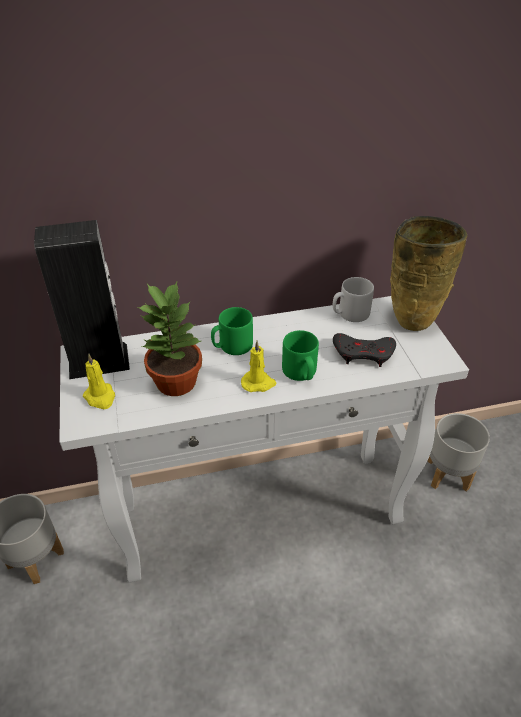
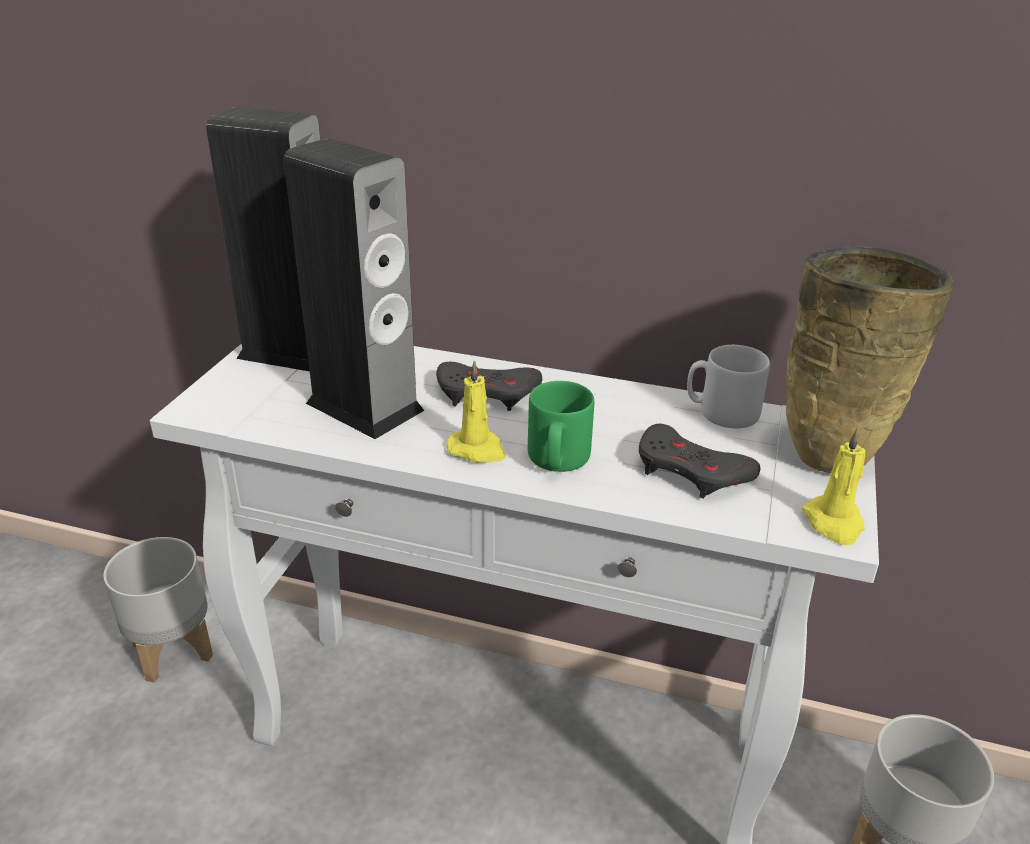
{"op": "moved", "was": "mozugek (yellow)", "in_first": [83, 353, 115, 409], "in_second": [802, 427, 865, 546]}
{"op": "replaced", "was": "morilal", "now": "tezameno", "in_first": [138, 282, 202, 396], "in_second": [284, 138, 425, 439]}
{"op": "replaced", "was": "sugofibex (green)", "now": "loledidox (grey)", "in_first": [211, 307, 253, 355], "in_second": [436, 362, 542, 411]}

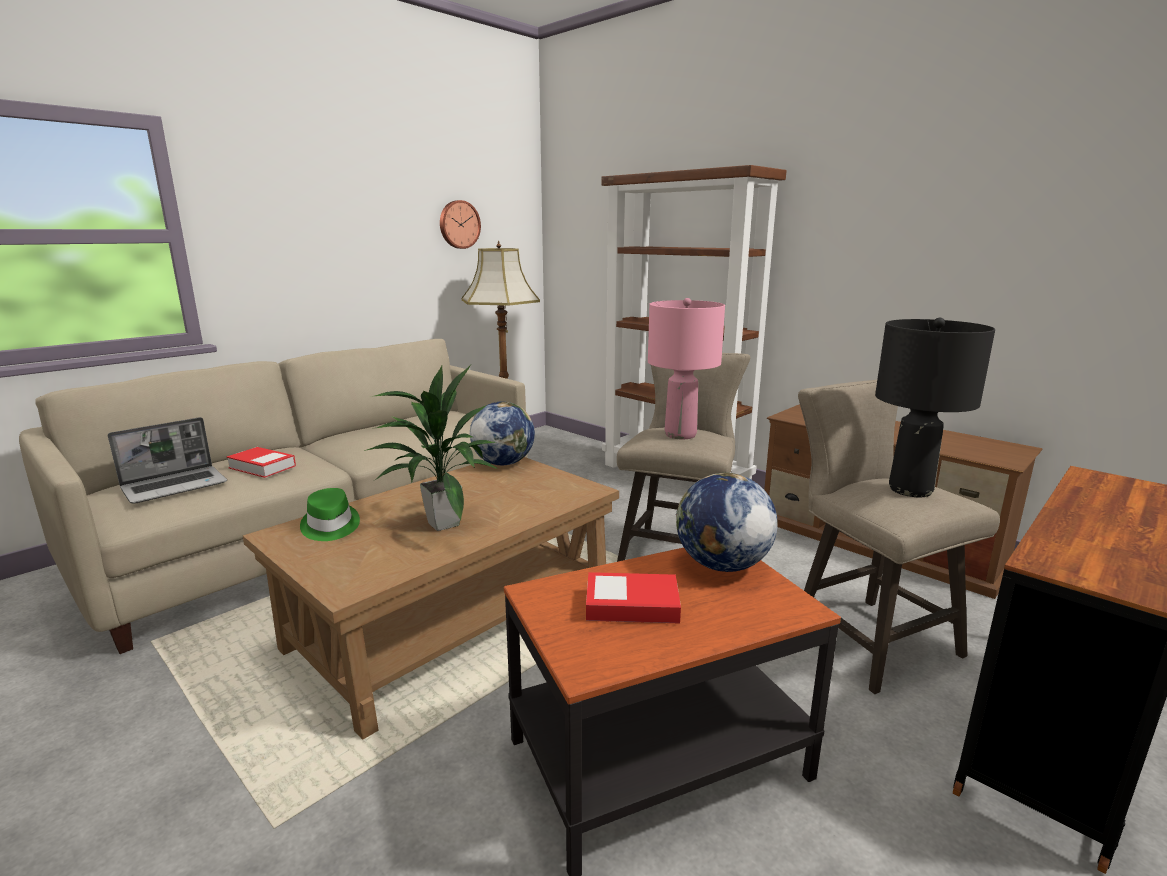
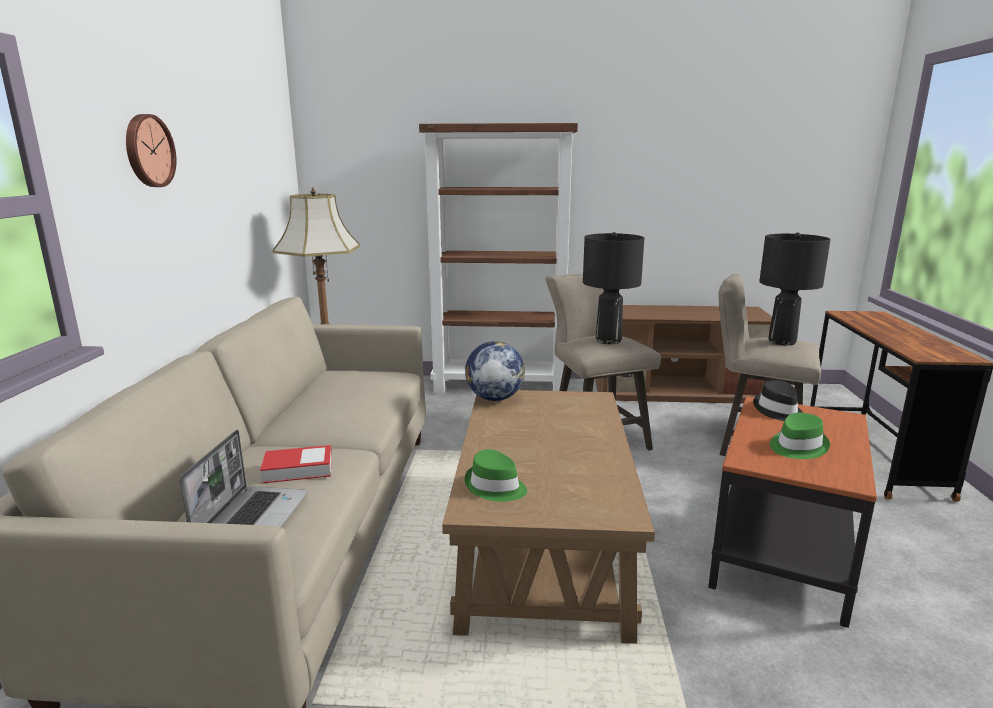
{"op": "removed", "was": "morilal", "in_first": [364, 365, 498, 531]}
{"op": "moved", "was": "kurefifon", "in_first": [440, 200, 481, 249], "in_second": [126, 114, 177, 187]}
{"op": "replaced", "was": "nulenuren", "now": "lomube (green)", "in_first": [586, 572, 681, 623], "in_second": [770, 413, 830, 459]}
{"op": "replaced", "was": "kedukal", "now": "lomube (black)", "in_first": [675, 473, 778, 572], "in_second": [753, 380, 803, 421]}
{"op": "recoloured", "was": "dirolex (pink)", "now": "dirolex (black)", "in_first": [648, 298, 725, 439], "in_second": [583, 232, 644, 344]}

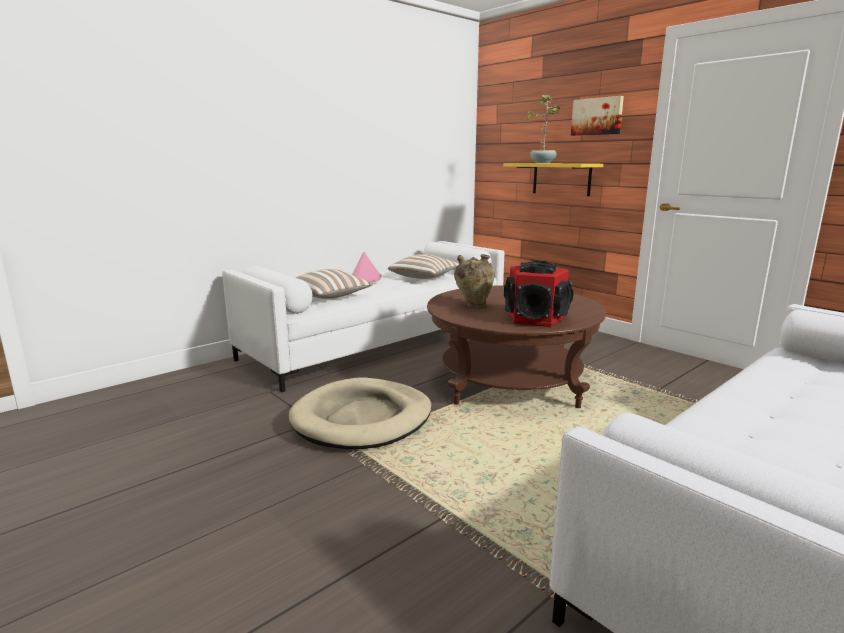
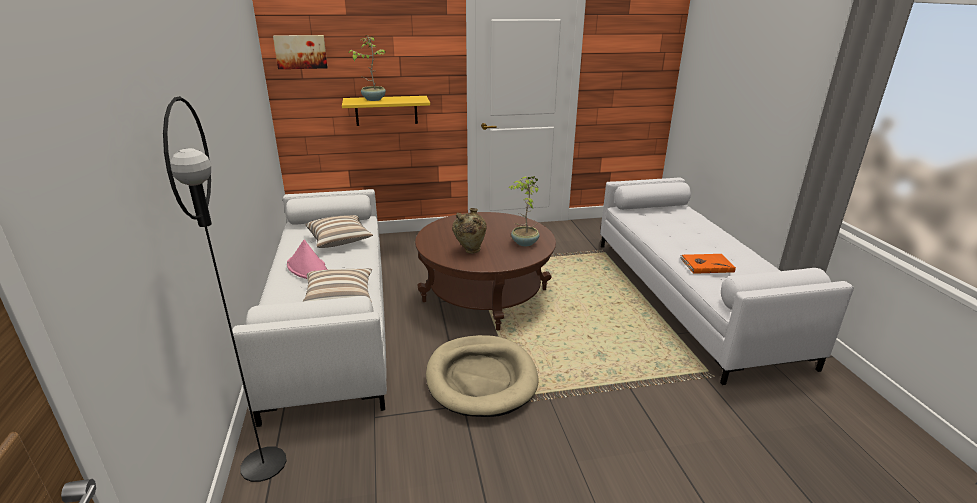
{"op": "added", "now": "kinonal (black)", "in_second": [163, 96, 287, 482]}
{"op": "added", "now": "nulenuren (orange)", "in_second": [680, 254, 736, 274]}
{"op": "moved", "was": "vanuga", "in_first": [571, 96, 624, 136], "in_second": [273, 35, 328, 69]}
{"op": "replaced", "was": "tezameno", "now": "morilal", "in_first": [504, 261, 573, 327], "in_second": [508, 176, 539, 246]}

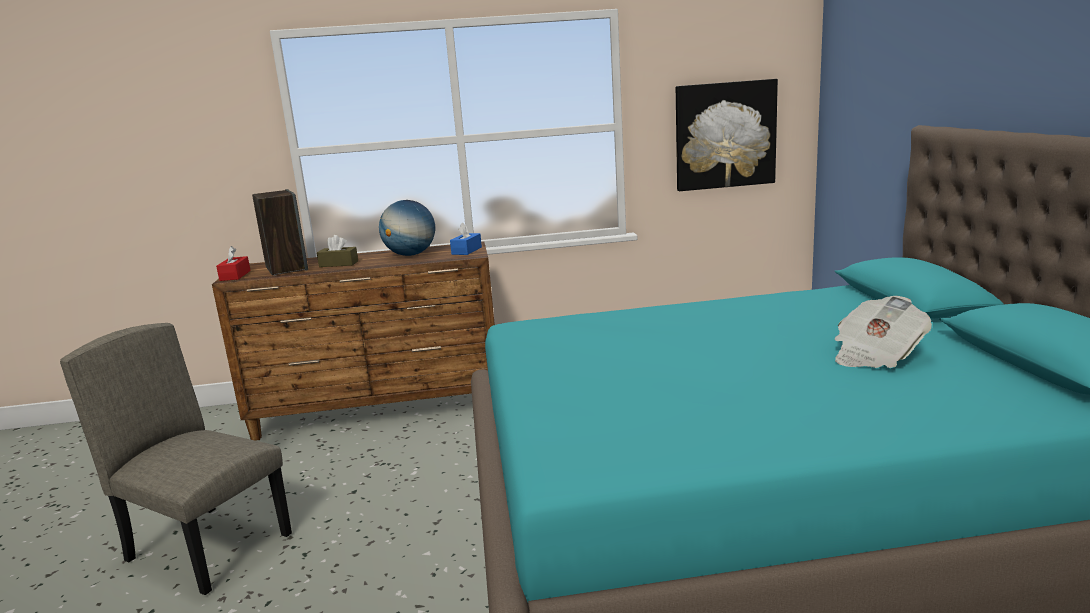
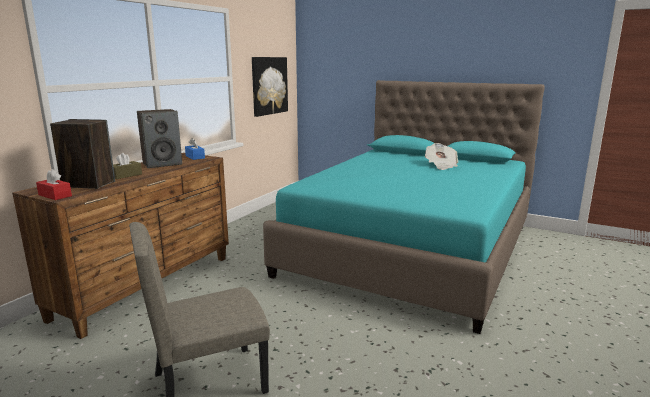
{"op": "replaced", "was": "kedukal", "now": "tezameno", "in_first": [379, 200, 435, 256], "in_second": [137, 109, 182, 168]}

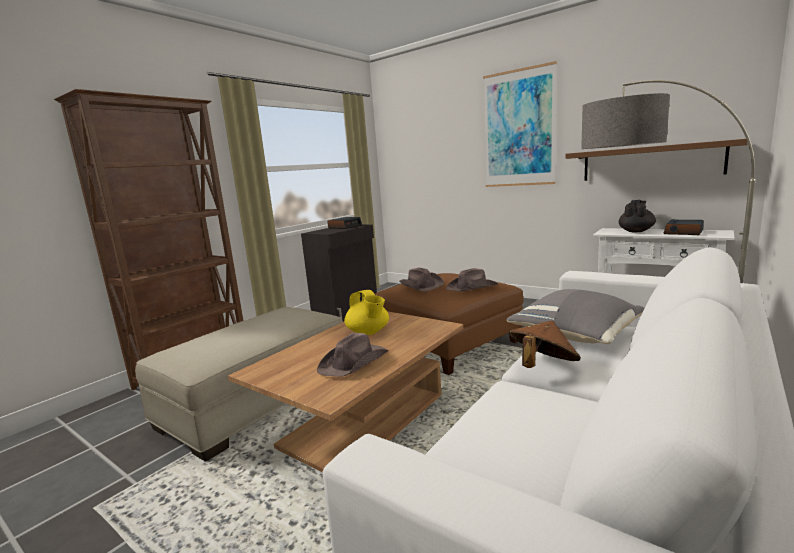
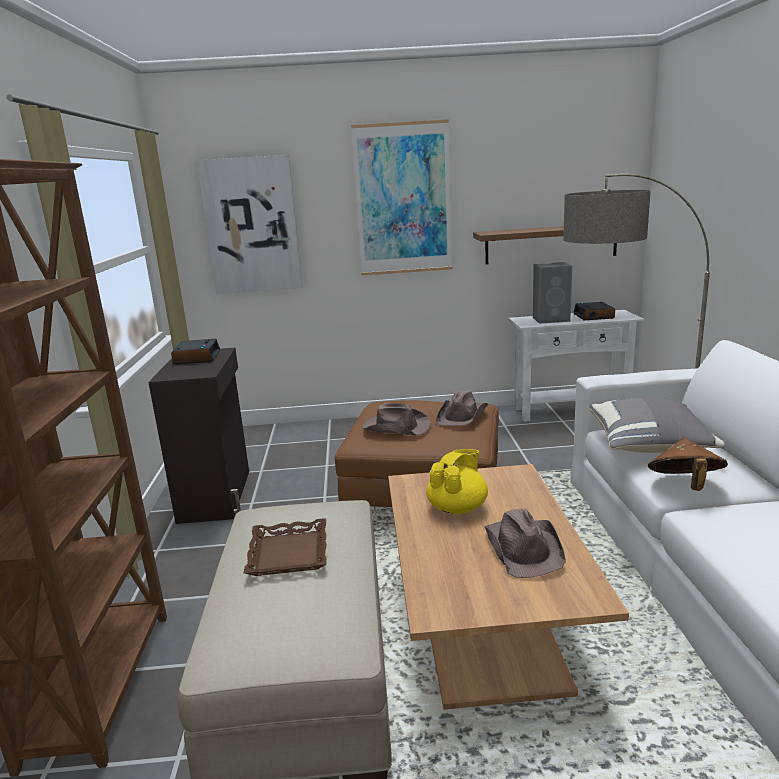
{"op": "added", "now": "vanuga", "in_second": [196, 155, 302, 294]}
{"op": "added", "now": "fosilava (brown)", "in_second": [244, 518, 327, 576]}
{"op": "replaced", "was": "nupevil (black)", "now": "tezameno (grey)", "in_first": [619, 200, 656, 232], "in_second": [533, 262, 572, 324]}
{"op": "turned", "was": "nupevil (yellow)", "in_first": [344, 290, 389, 335], "in_second": [426, 449, 488, 515], "clockwise": -75}

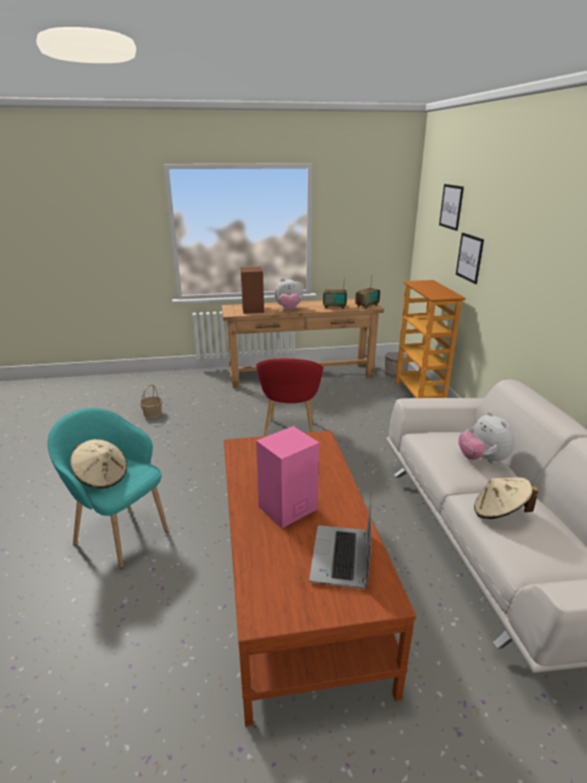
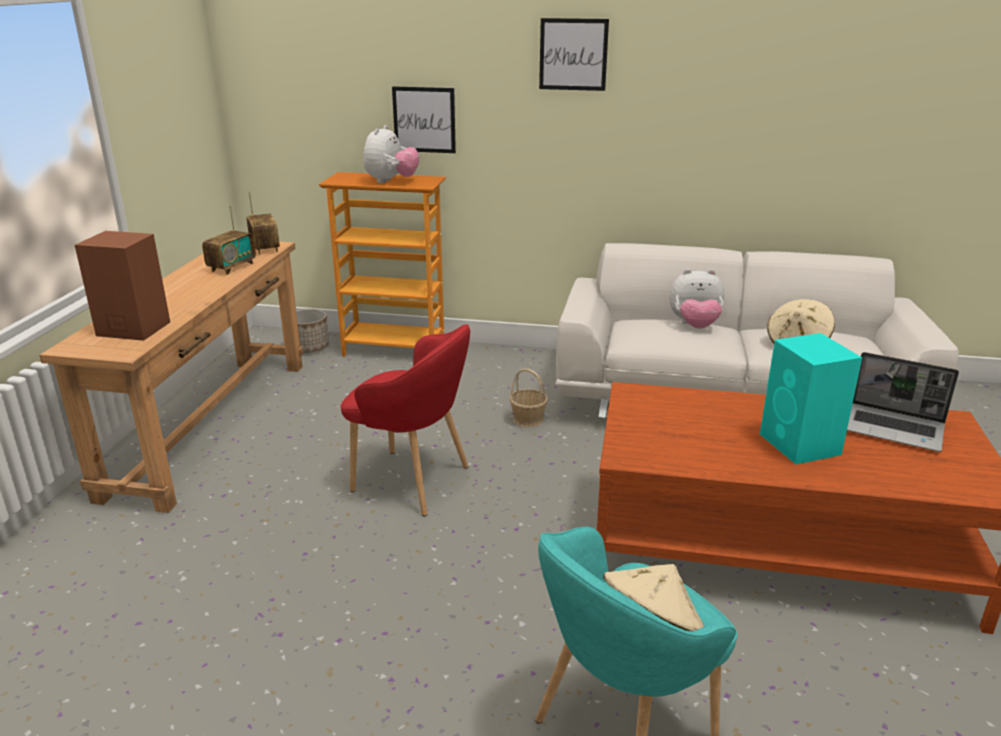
{"op": "moved", "was": "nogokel", "in_first": [140, 384, 162, 419], "in_second": [509, 369, 548, 428]}
{"op": "moved", "was": "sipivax", "in_first": [275, 278, 303, 309], "in_second": [363, 125, 419, 184]}
{"op": "moved", "was": "vanuga", "in_first": [439, 184, 464, 231], "in_second": [539, 18, 609, 91]}
{"op": "recoloured", "was": "tezameno (pink)", "now": "tezameno (turquoise)", "in_first": [256, 426, 319, 528], "in_second": [760, 333, 862, 464]}

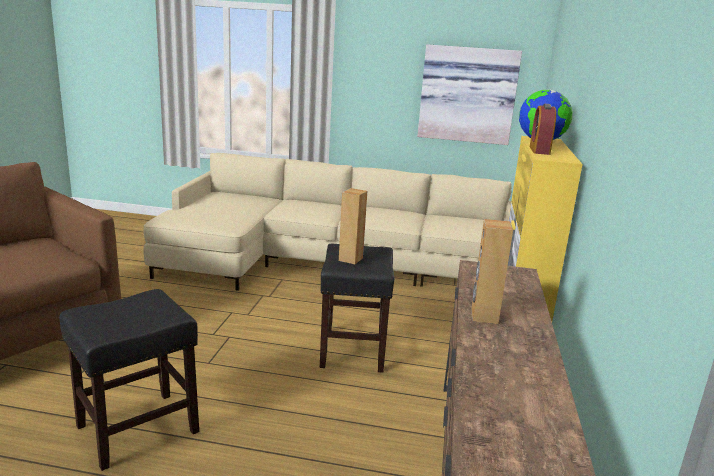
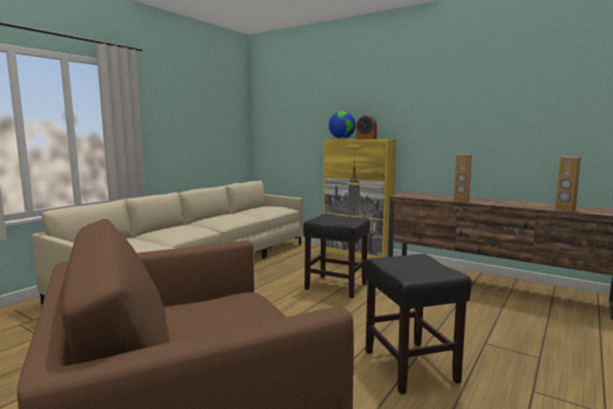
{"op": "removed", "was": "vanuga", "in_first": [417, 44, 522, 145]}
{"op": "moved", "was": "tezameno (brown)", "in_first": [339, 188, 367, 265], "in_second": [555, 157, 581, 211]}

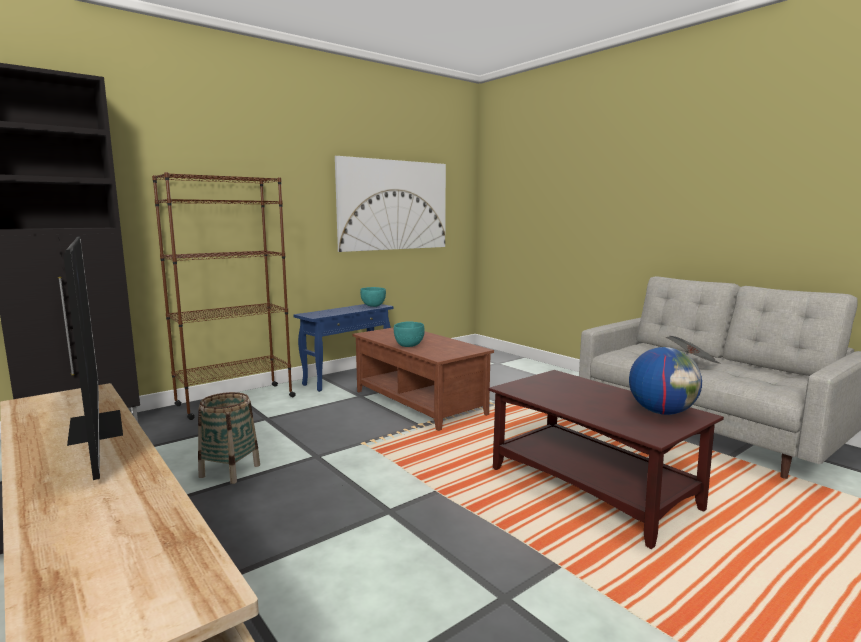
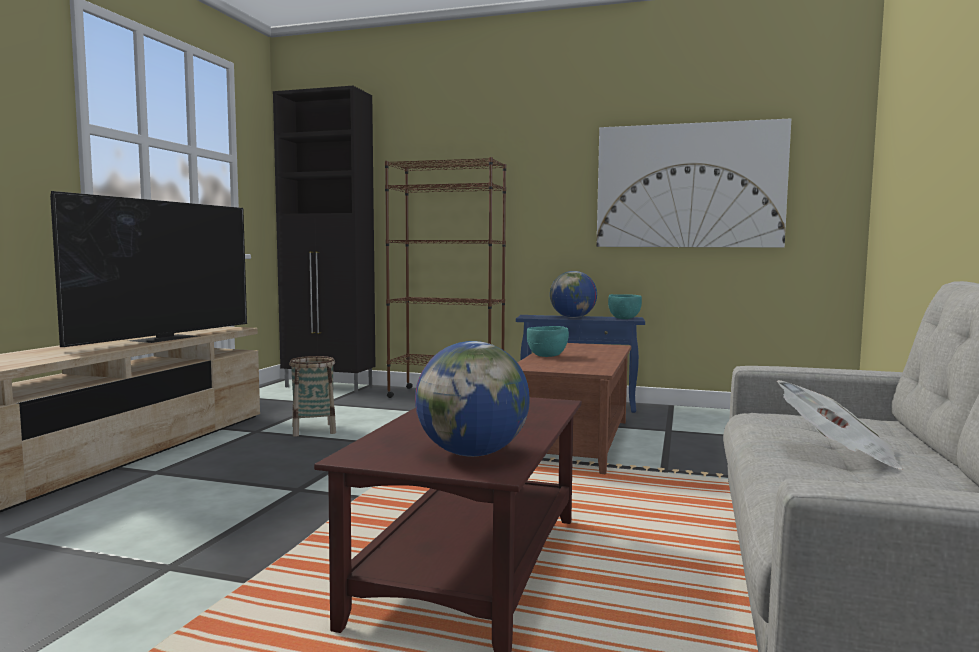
{"op": "added", "now": "kedukal", "in_second": [550, 271, 597, 318]}

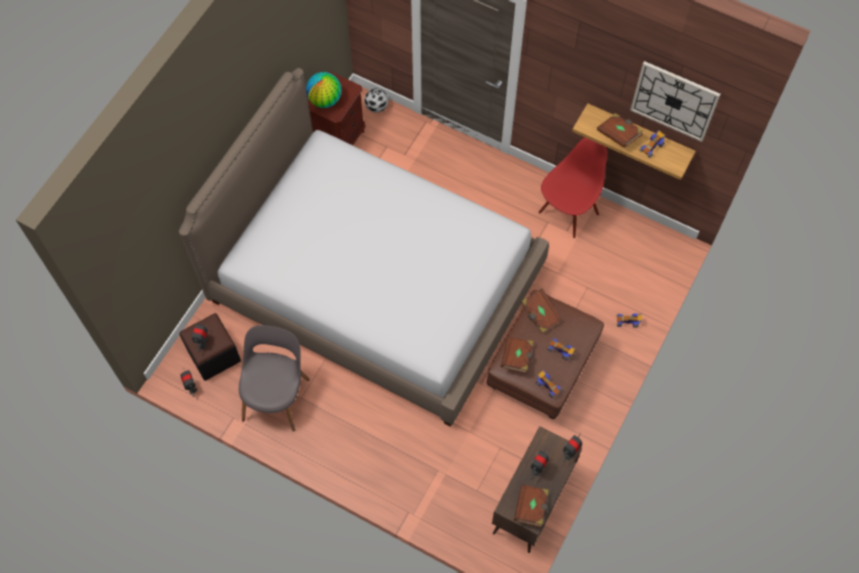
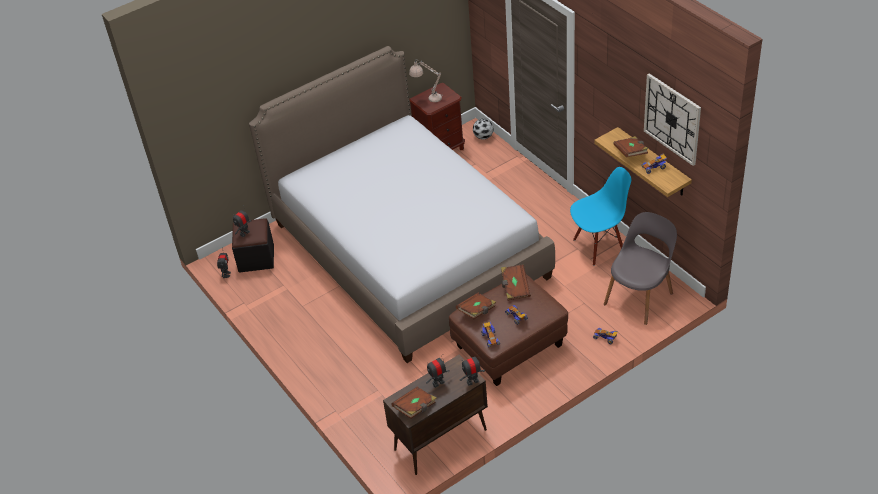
{"op": "moved", "was": "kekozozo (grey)", "in_first": [239, 325, 310, 432], "in_second": [604, 212, 677, 325]}
{"op": "replaced", "was": "kedukal", "now": "dirolex (beige)", "in_first": [306, 72, 342, 108], "in_second": [409, 59, 442, 102]}
{"op": "recoloured", "was": "kekozozo (red)", "now": "kekozozo (blue)", "in_first": [538, 137, 608, 238], "in_second": [570, 167, 631, 266]}

